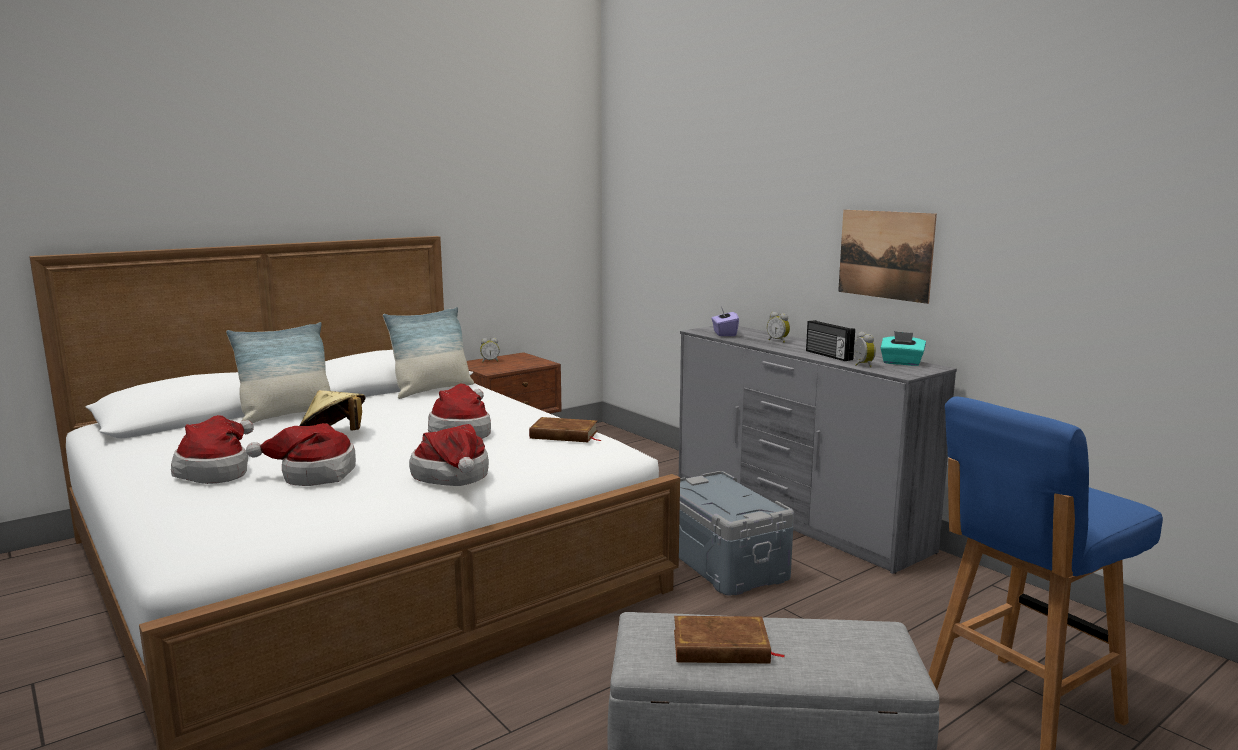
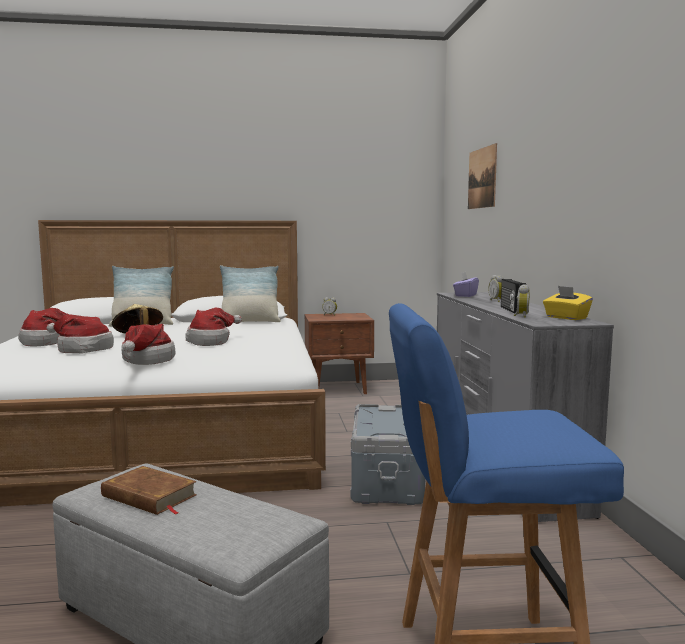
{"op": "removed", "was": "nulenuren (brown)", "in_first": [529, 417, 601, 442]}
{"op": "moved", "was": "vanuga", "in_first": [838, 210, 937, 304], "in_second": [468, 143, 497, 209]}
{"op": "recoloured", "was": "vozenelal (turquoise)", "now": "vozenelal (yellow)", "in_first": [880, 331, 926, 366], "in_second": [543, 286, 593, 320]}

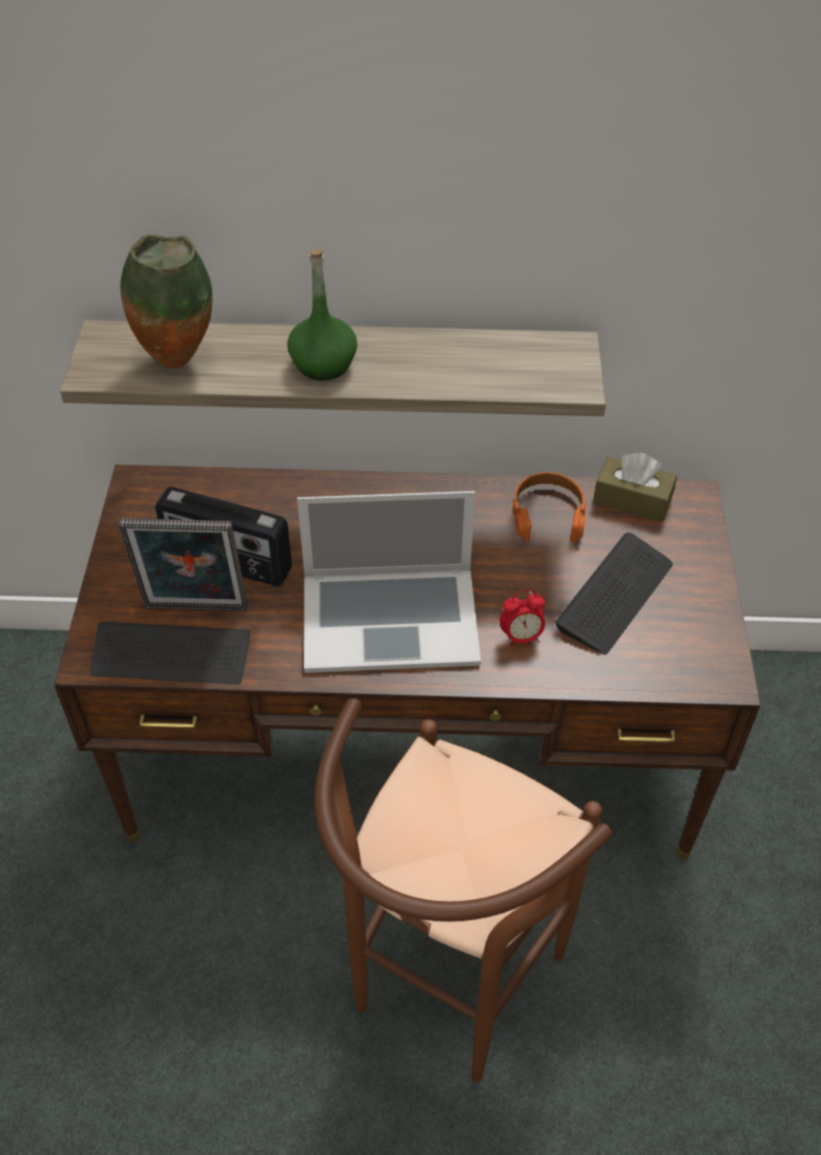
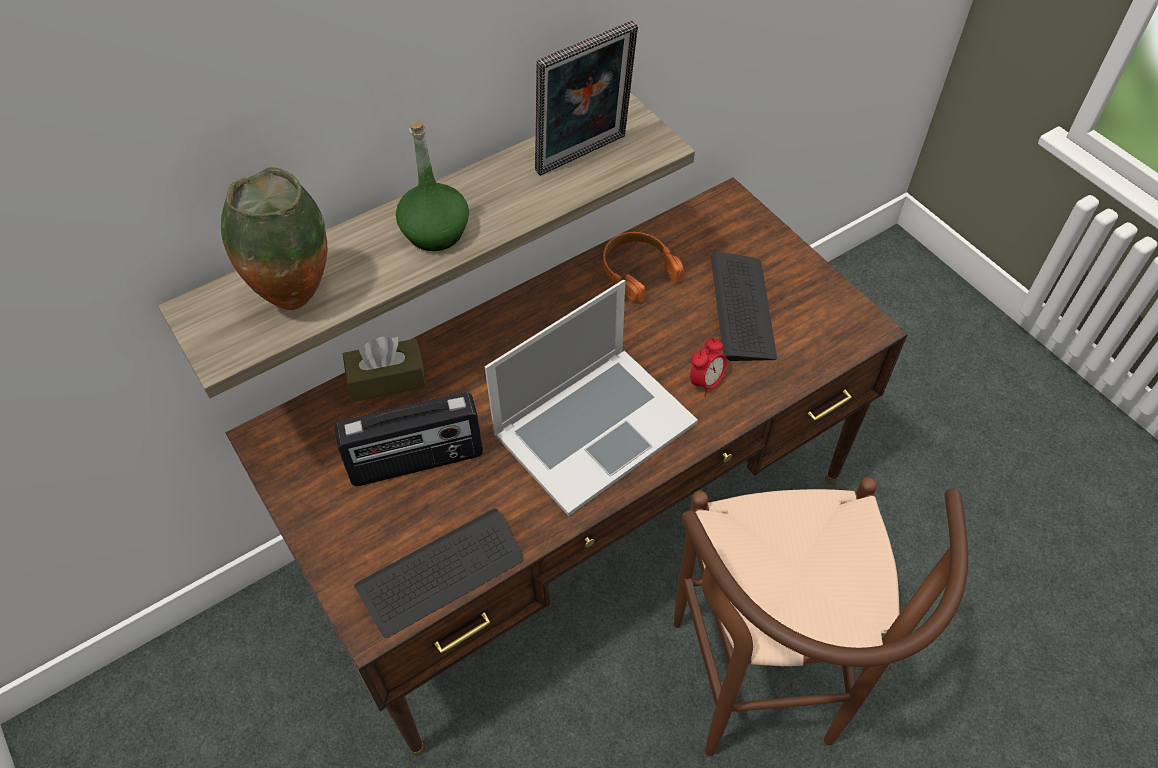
{"op": "moved", "was": "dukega", "in_first": [119, 518, 247, 611], "in_second": [535, 20, 638, 176]}
{"op": "moved", "was": "vozenelal (brown)", "in_first": [593, 453, 677, 522], "in_second": [343, 337, 426, 402]}

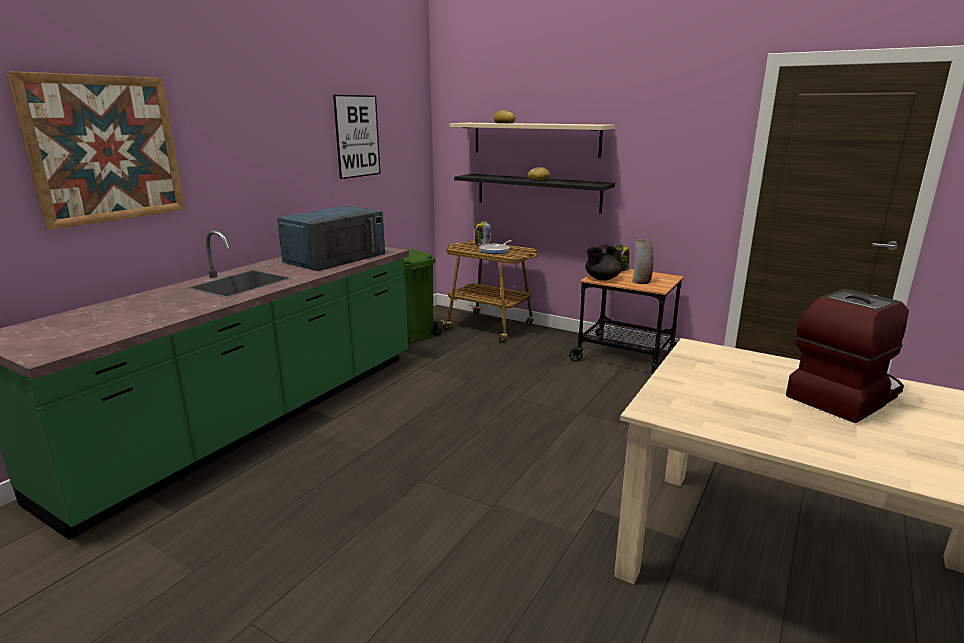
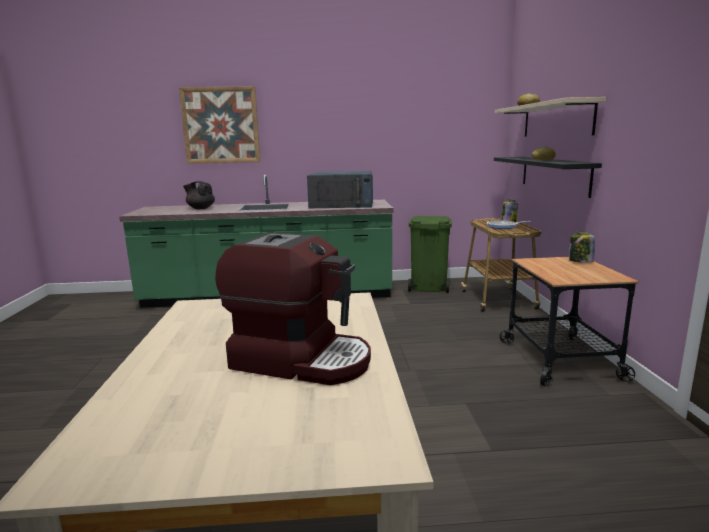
{"op": "removed", "was": "vanuga", "in_first": [333, 95, 381, 179]}
{"op": "removed", "was": "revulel", "in_first": [632, 239, 654, 284]}
{"op": "moved", "was": "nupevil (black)", "in_first": [585, 244, 621, 281], "in_second": [183, 181, 215, 209]}

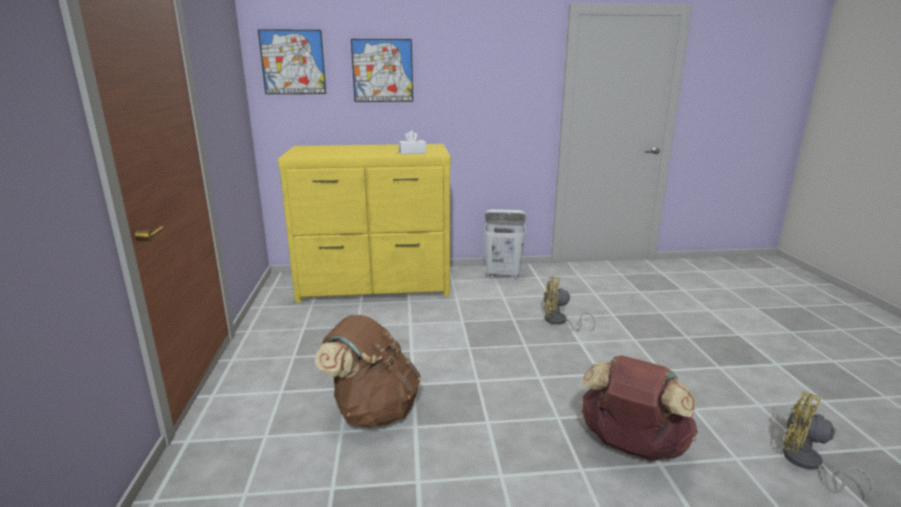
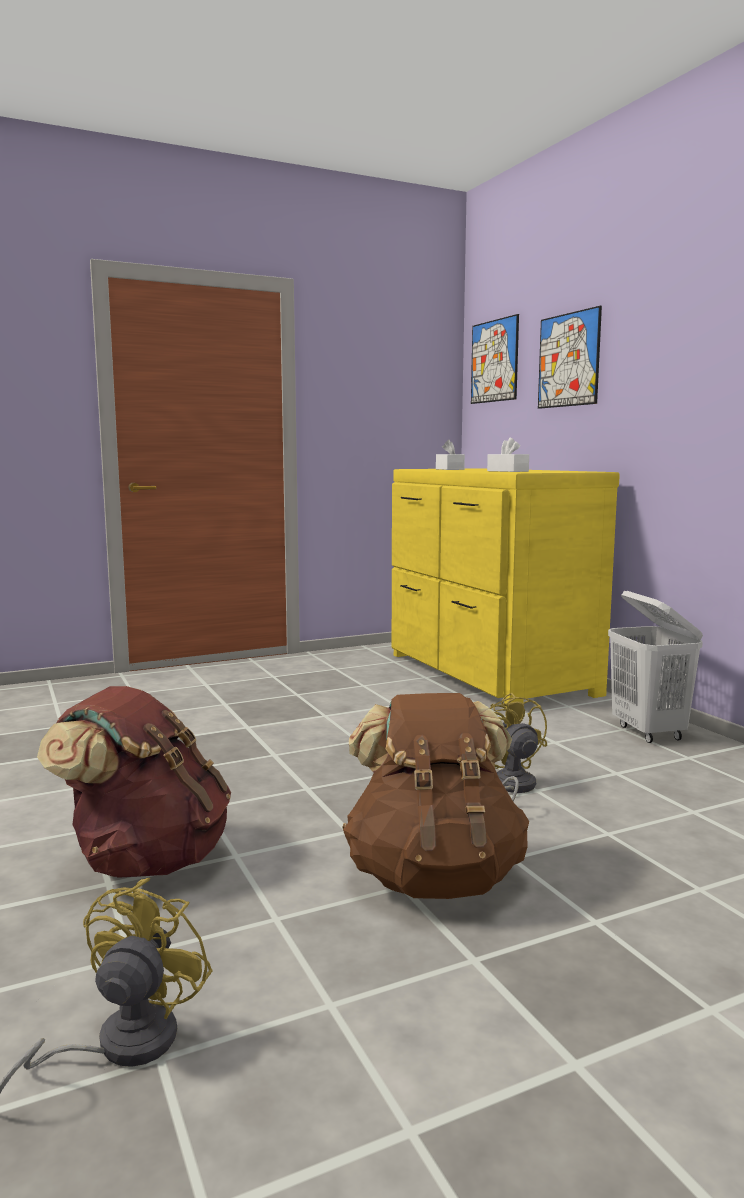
{"op": "added", "now": "vozenelal (white)", "in_second": [436, 440, 465, 470]}
{"op": "moved", "was": "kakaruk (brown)", "in_first": [315, 315, 420, 428], "in_second": [343, 693, 529, 899]}

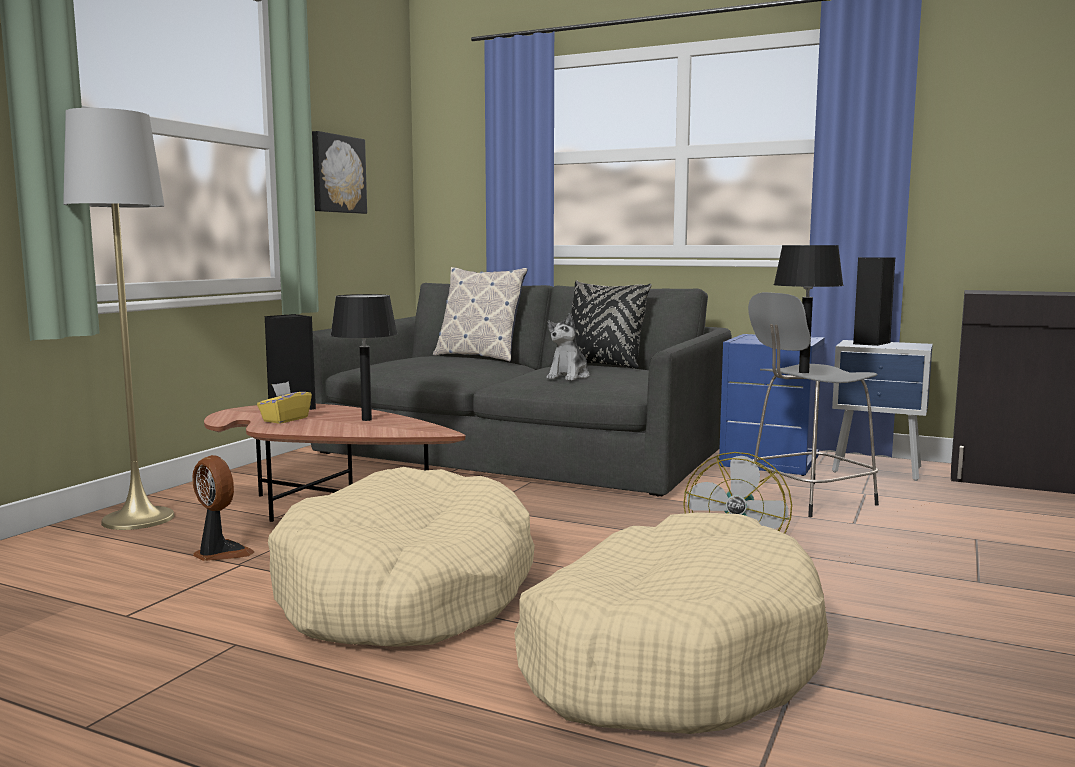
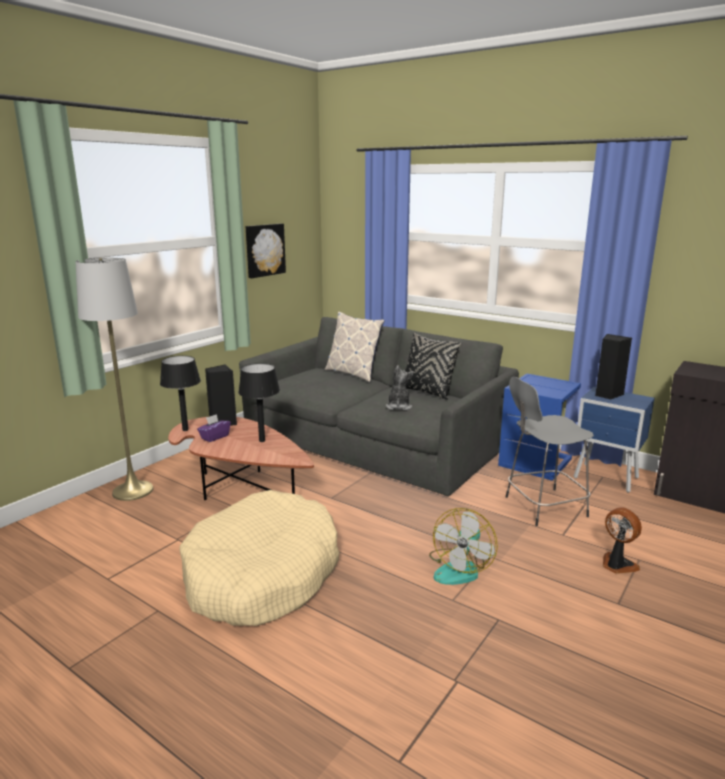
{"op": "removed", "was": "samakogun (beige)", "in_first": [514, 512, 828, 734]}
{"op": "moved", "was": "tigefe", "in_first": [192, 455, 254, 561], "in_second": [603, 508, 642, 574]}
{"op": "moved", "was": "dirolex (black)", "in_first": [774, 245, 844, 373], "in_second": [160, 356, 201, 431]}
{"op": "recoloured", "was": "vozenelal (yellow)", "now": "vozenelal (purple)", "in_first": [257, 382, 312, 424], "in_second": [197, 414, 231, 442]}
{"op": "turned", "was": "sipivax", "in_first": [546, 313, 590, 381], "in_second": [386, 365, 414, 410], "clockwise": 150}

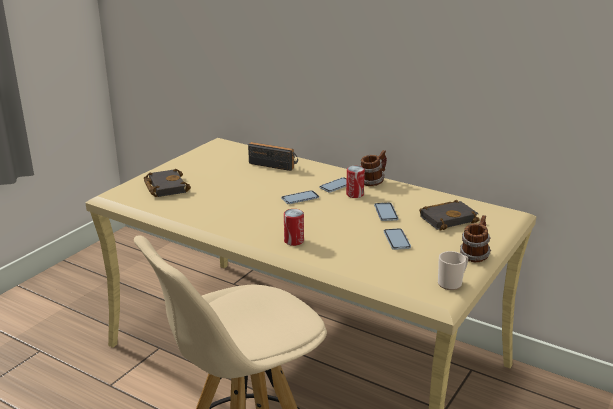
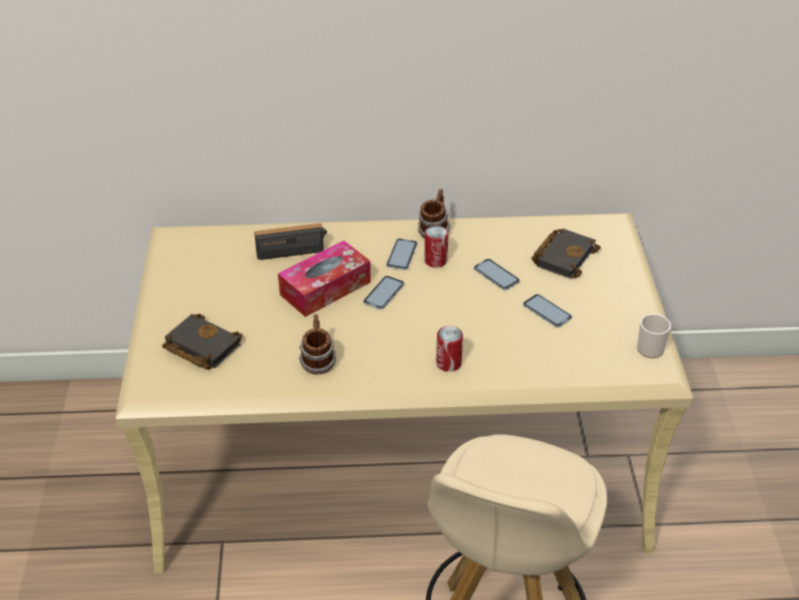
{"op": "added", "now": "vozenelal", "in_second": [278, 241, 371, 317]}
{"op": "moved", "was": "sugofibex", "in_first": [460, 215, 491, 262], "in_second": [299, 314, 336, 374]}

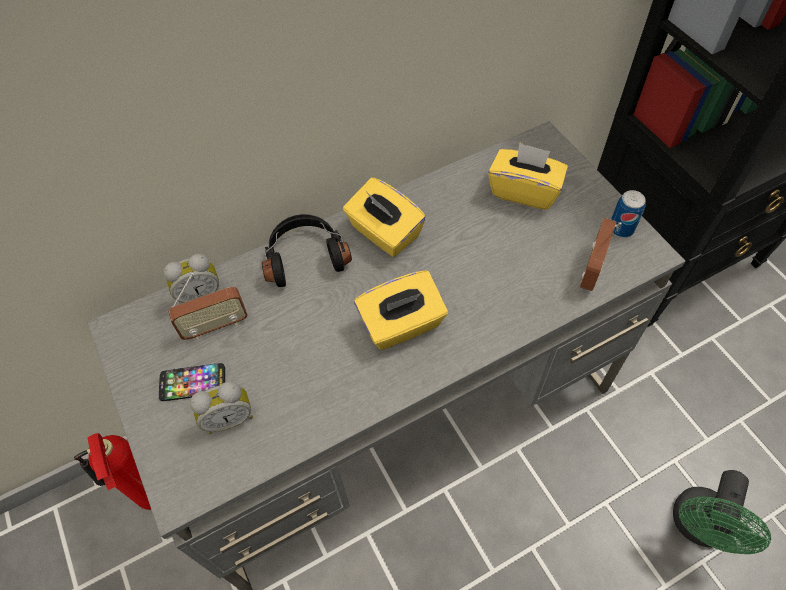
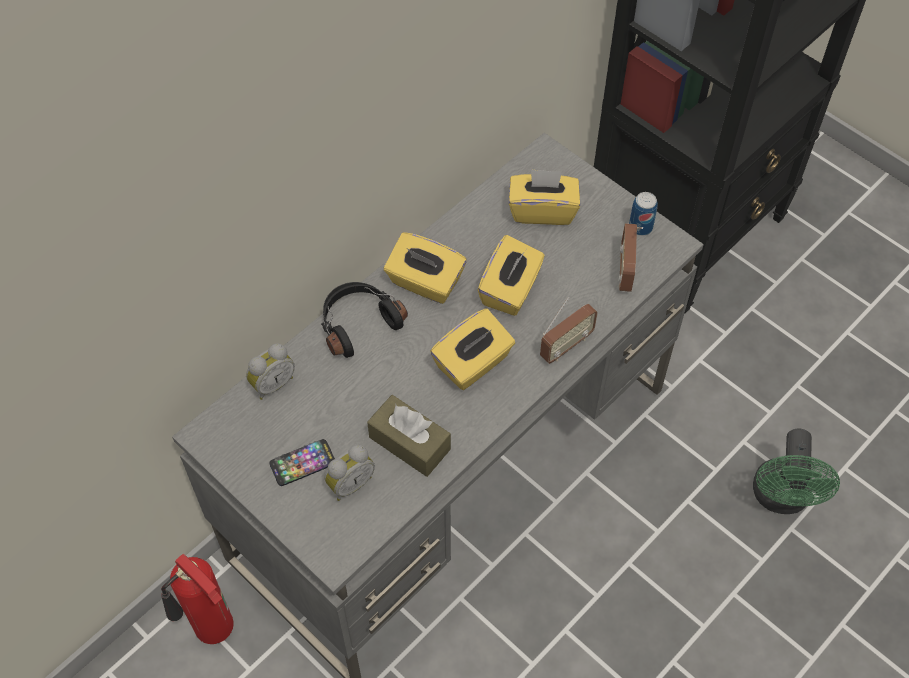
{"op": "added", "now": "vozenelal (brown)", "in_second": [367, 395, 451, 477]}
{"op": "added", "now": "vozenelal (yellow)", "in_second": [478, 235, 545, 316]}
{"op": "moved", "was": "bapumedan", "in_first": [169, 273, 248, 340], "in_second": [540, 297, 598, 364]}

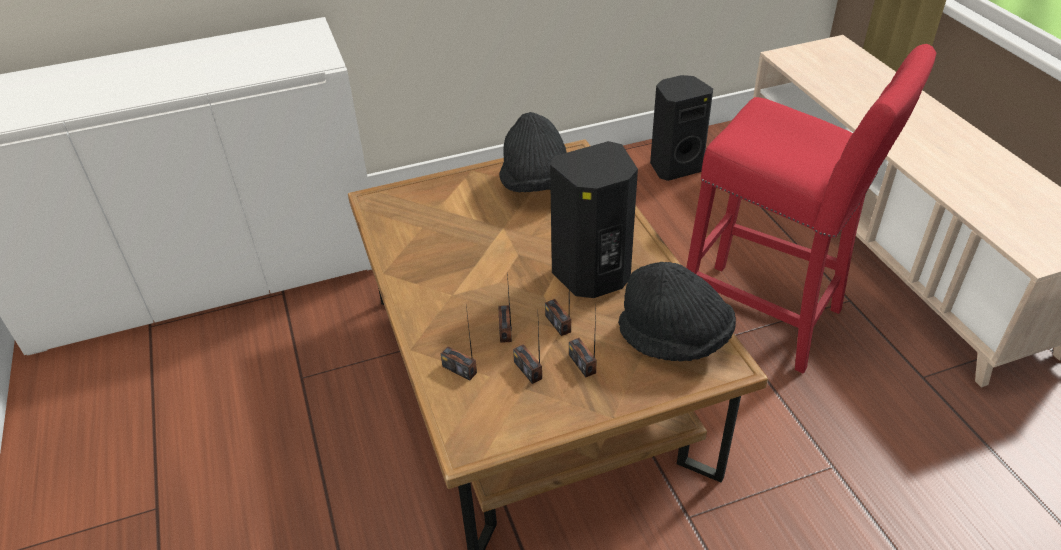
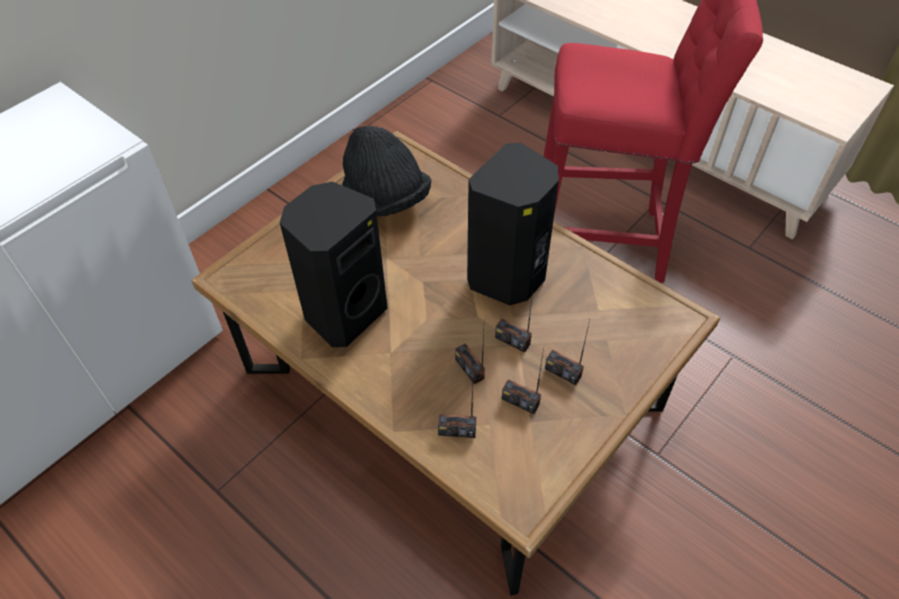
{"op": "removed", "was": "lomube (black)", "in_first": [618, 262, 736, 362]}
{"op": "moved", "was": "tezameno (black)", "in_first": [650, 75, 713, 181], "in_second": [280, 181, 388, 347]}

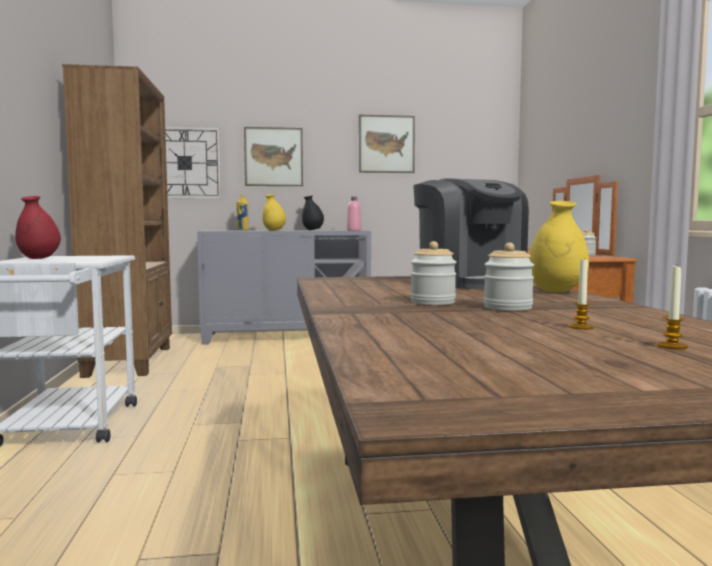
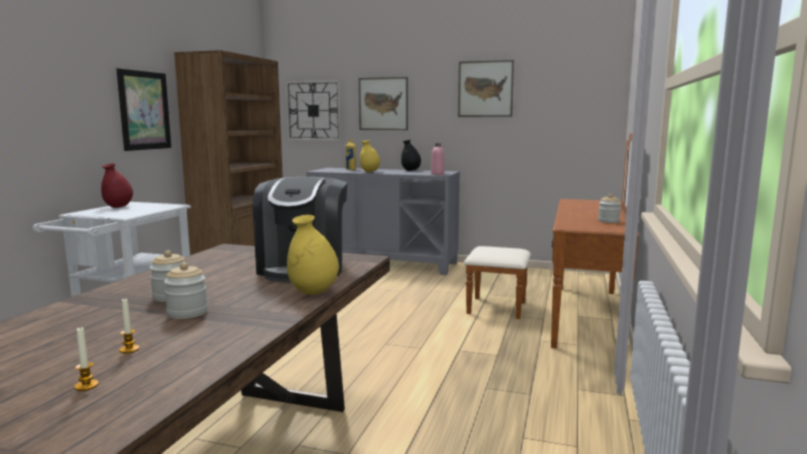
{"op": "added", "now": "vanuga", "in_second": [116, 68, 171, 151]}

